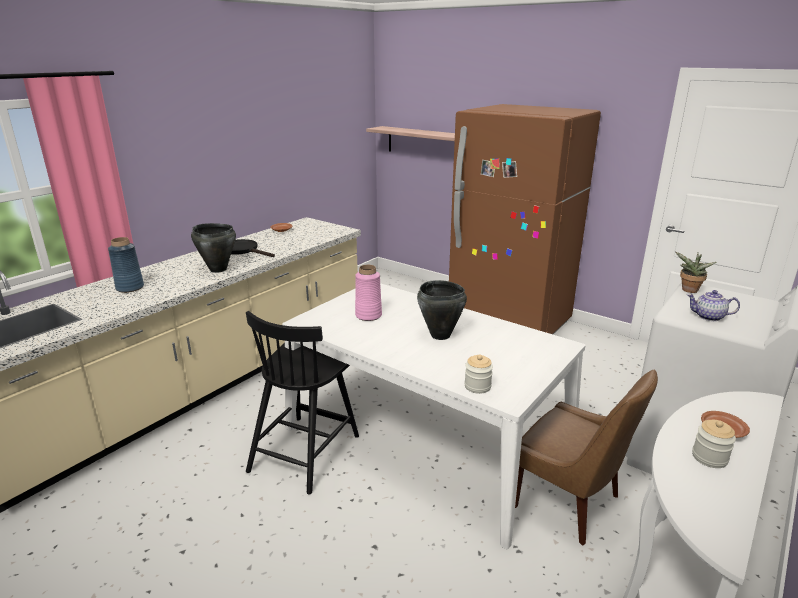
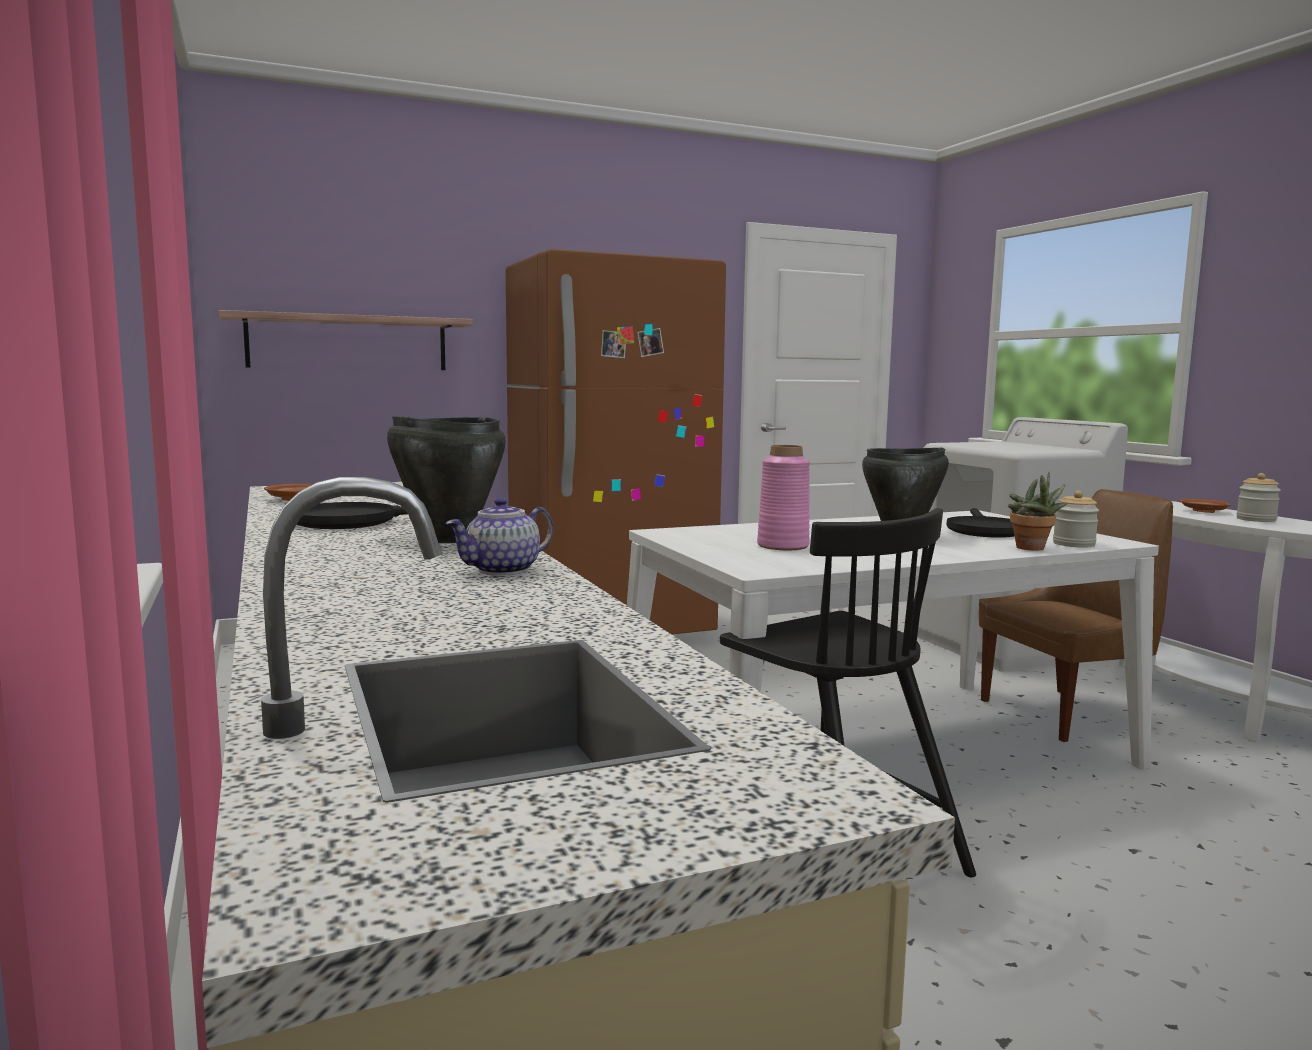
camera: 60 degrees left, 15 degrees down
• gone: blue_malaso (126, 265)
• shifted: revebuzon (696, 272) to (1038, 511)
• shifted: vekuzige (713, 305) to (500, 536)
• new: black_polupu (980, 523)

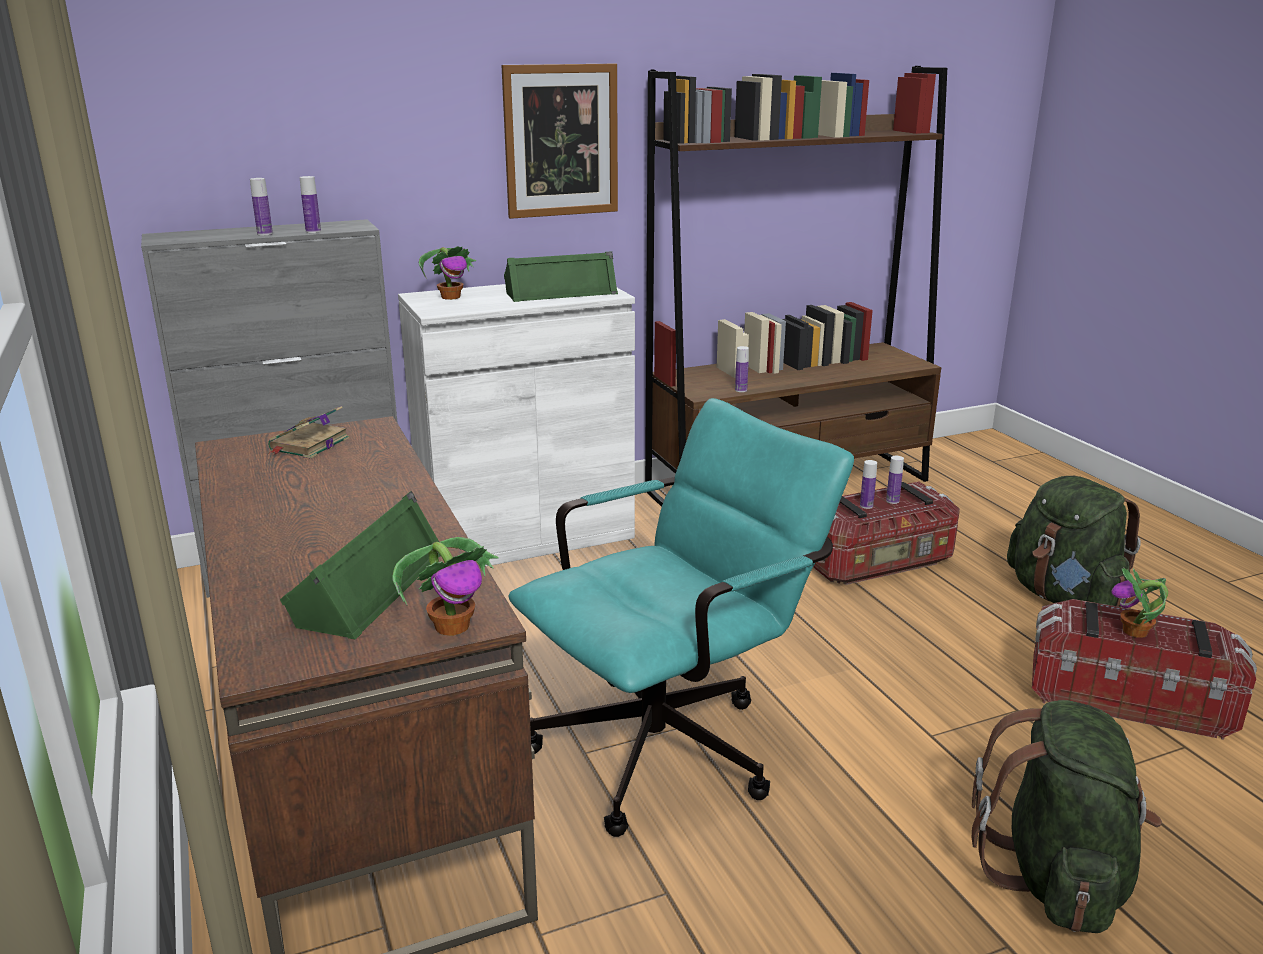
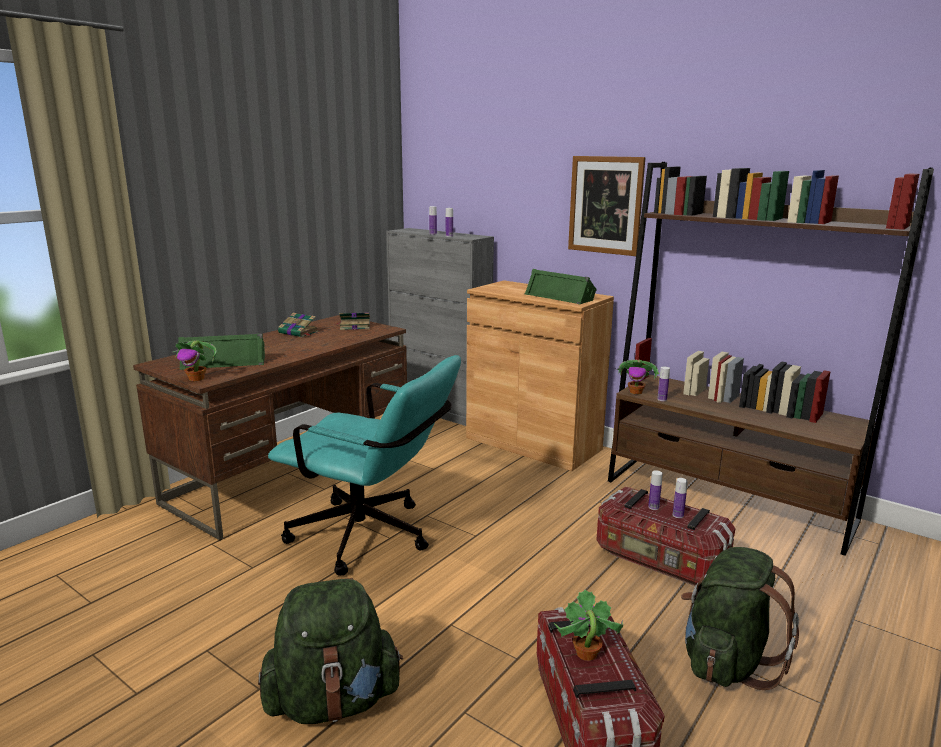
camera: 60 degrees right, 5 degrees down
• shifted: revebuzon (448, 273) to (637, 377)
• repainted: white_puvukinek (516, 425) to brown_puvukinek (540, 375)
• new: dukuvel (298, 325)

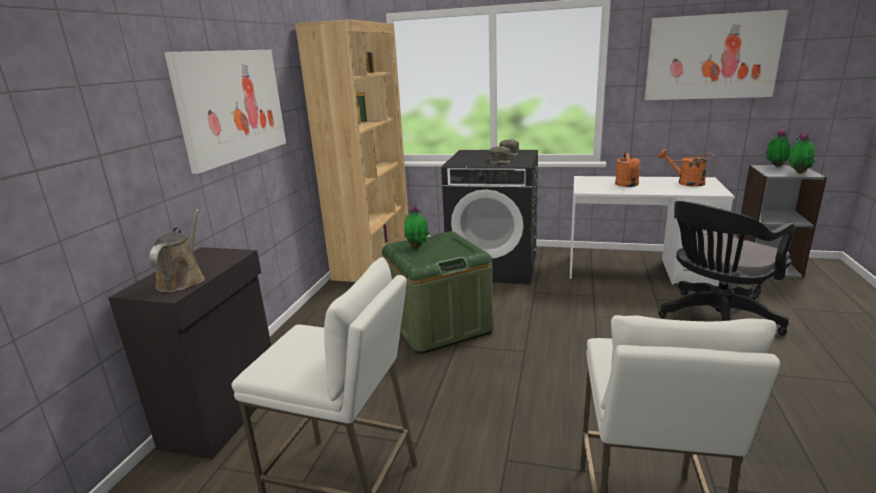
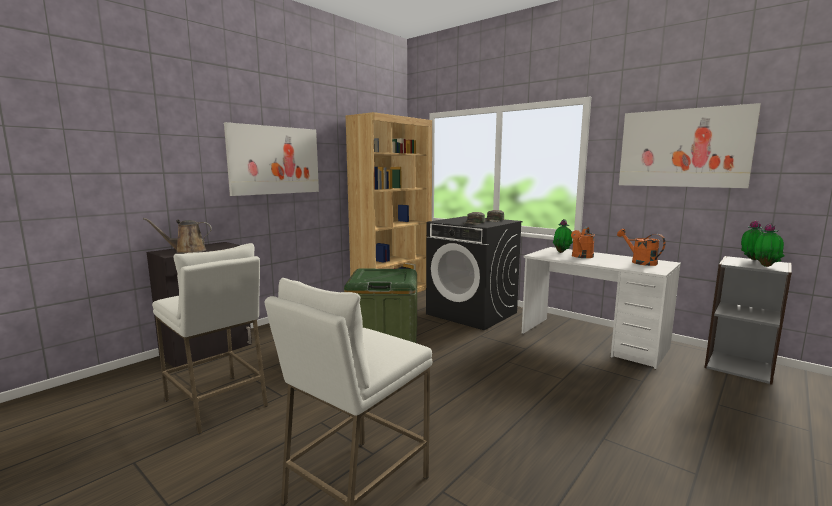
camera: 25 degrees right, 10 degrees down
• gone: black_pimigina (726, 268)
• shifted: revebuzon (417, 226) to (563, 236)
• rotated: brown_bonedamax (177, 250) = (177, 235) 135 degrees counterclockwise

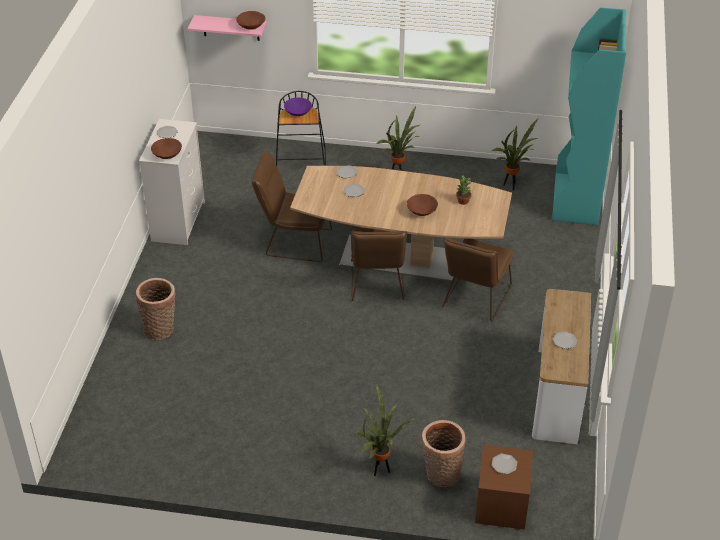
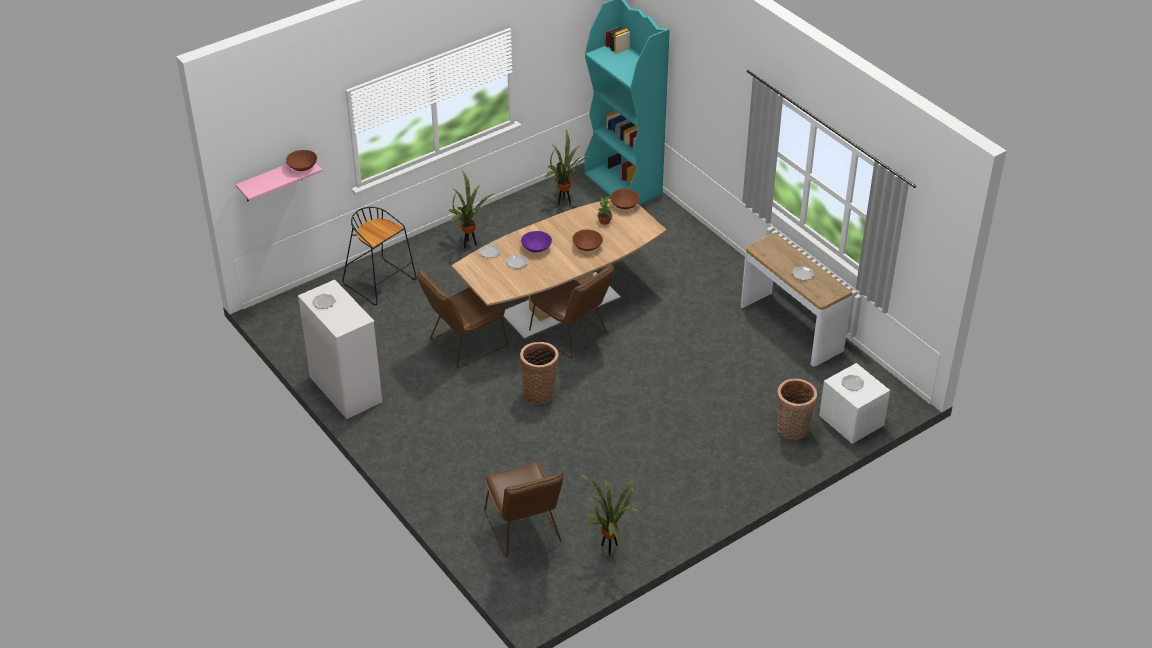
camera: 45 degrees left, 0 degrees up
• shifted: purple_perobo (298, 106) to (536, 242)
• shifted: brown_perobo (166, 148) to (625, 199)
• shifted: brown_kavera (478, 279) to (524, 509)
• shifted: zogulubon (156, 309) to (539, 373)
• shifted: revebuzon (387, 430) to (610, 515)
• repainted: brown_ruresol (504, 487) to white_ruresol (854, 403)

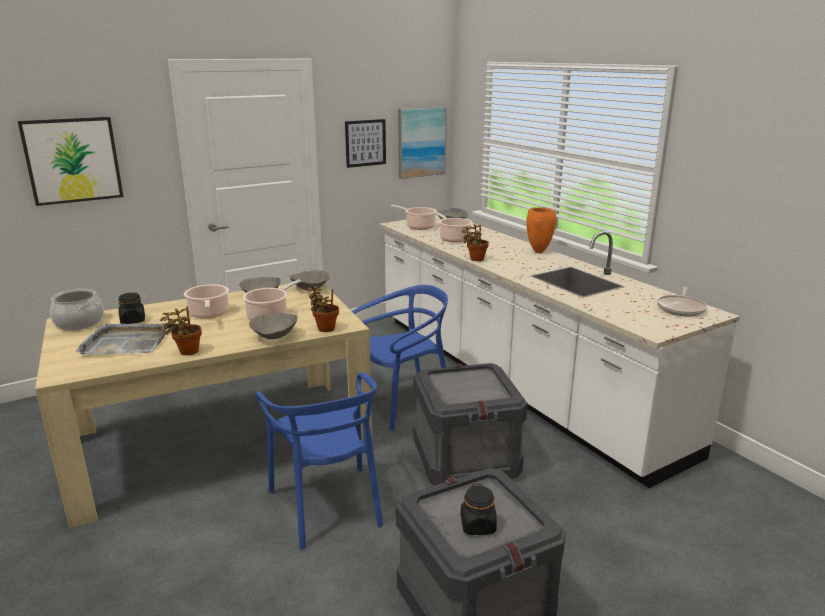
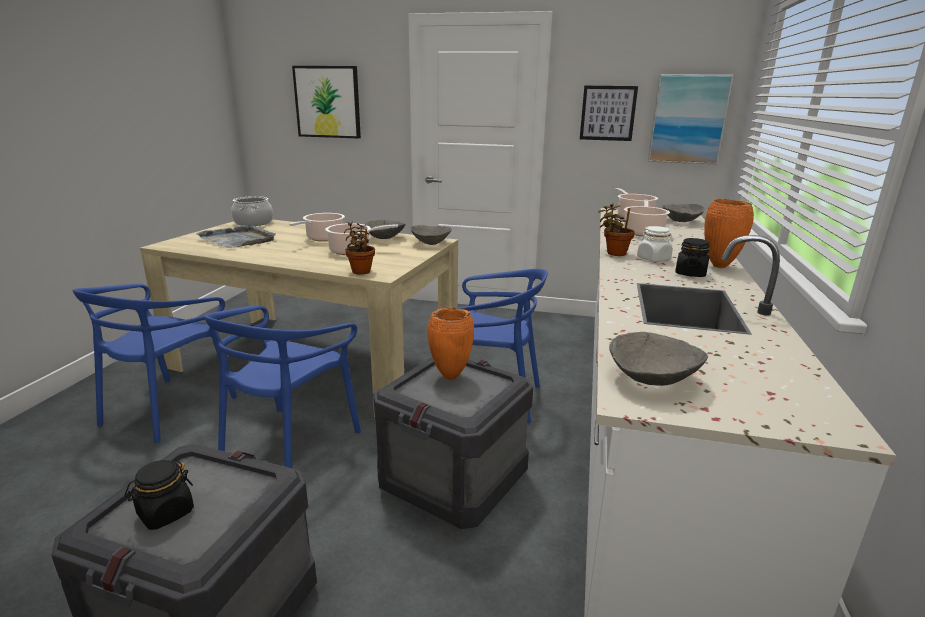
camera: 45 degrees right, 0 degrees up
• gone: polupu (682, 301)
• shifted: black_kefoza (131, 308) to (692, 257)
• gone: revebuzon (181, 331)
• shifted: grey_perobo (273, 326) to (658, 359)
• new: white_kefoza (655, 244)
• new: blue_kavera (155, 363)
• new: orange_malaso (450, 344)

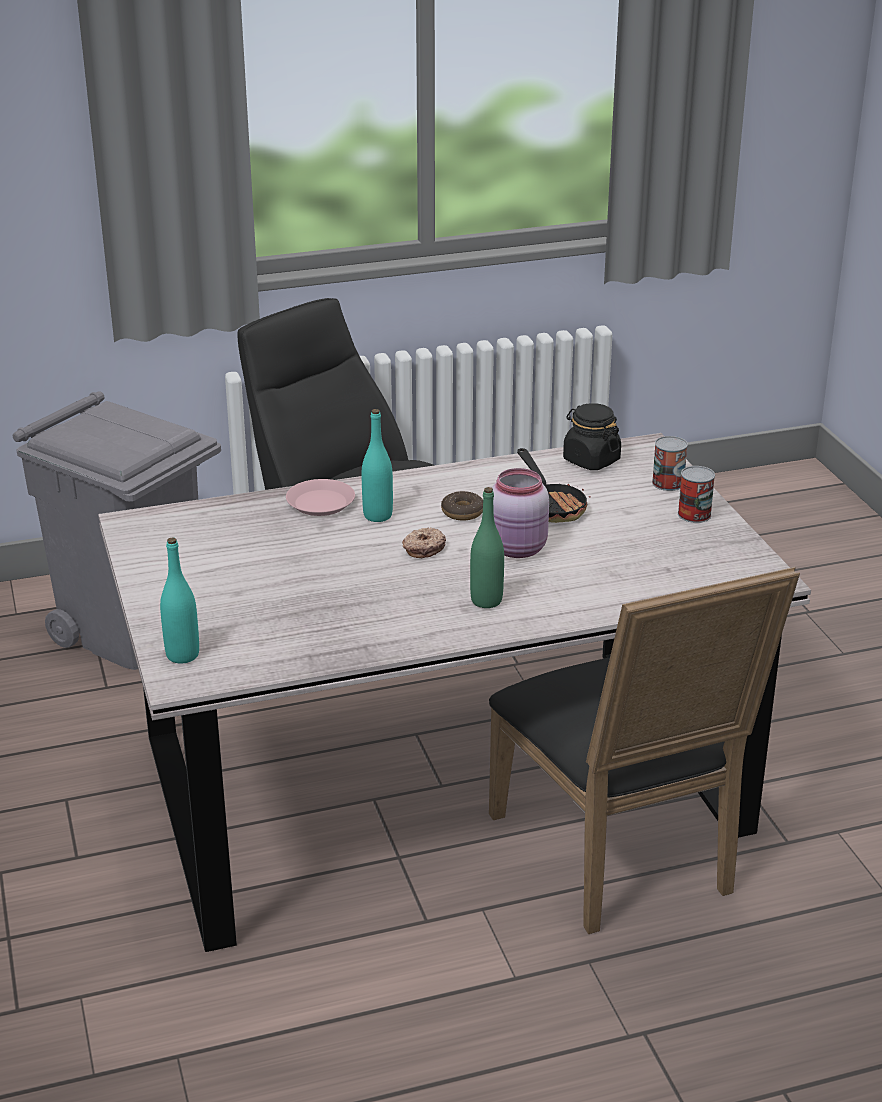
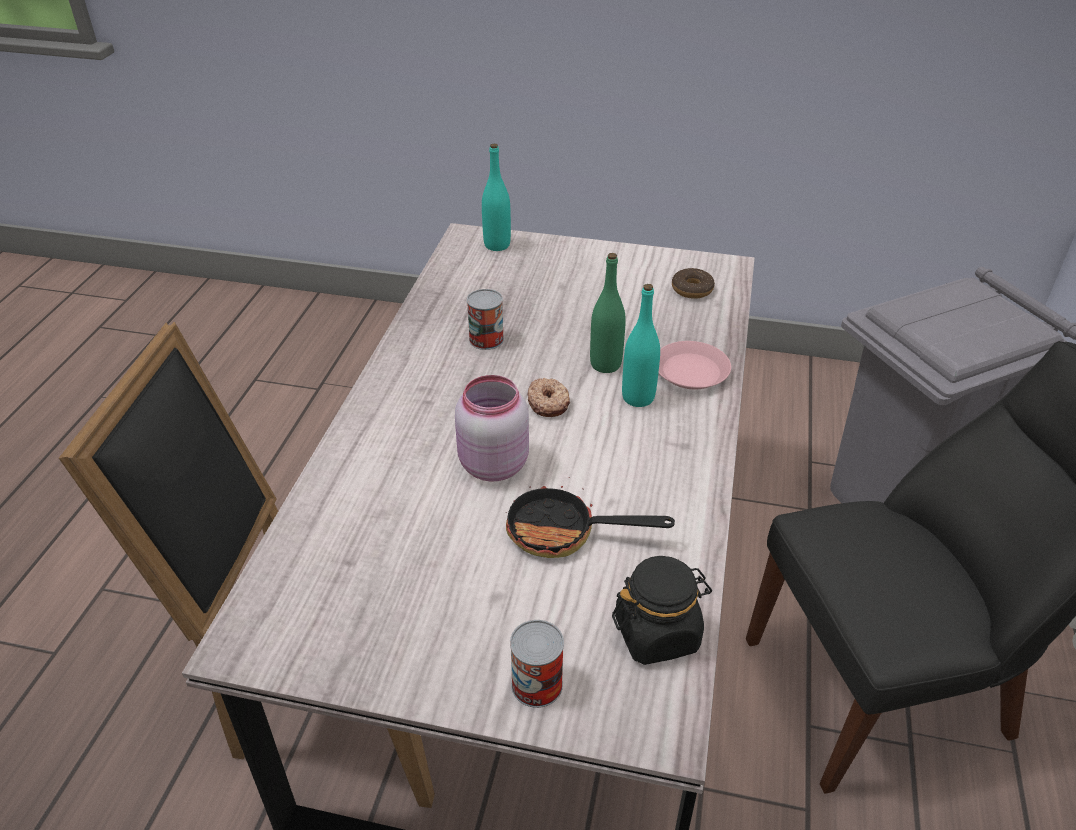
camera: 120 degrees right, 10 degrees up
• shifted: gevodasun (696, 494) to (485, 319)
• shifted: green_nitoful (487, 547) to (608, 313)
• shifted: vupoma (462, 505) to (693, 283)

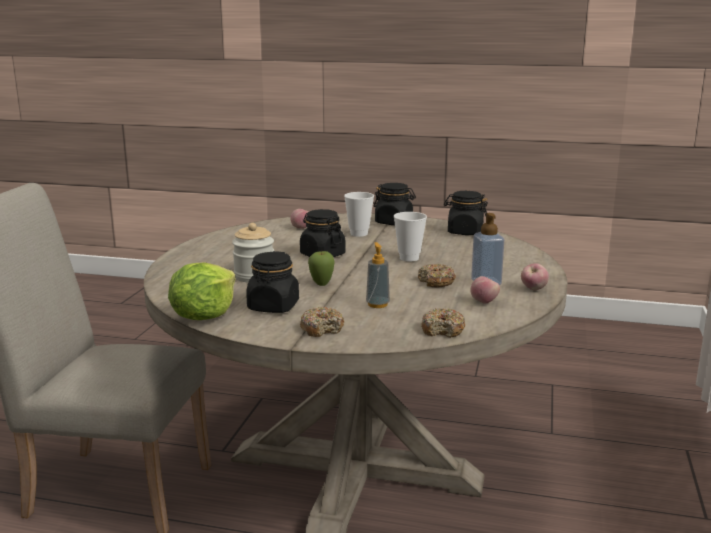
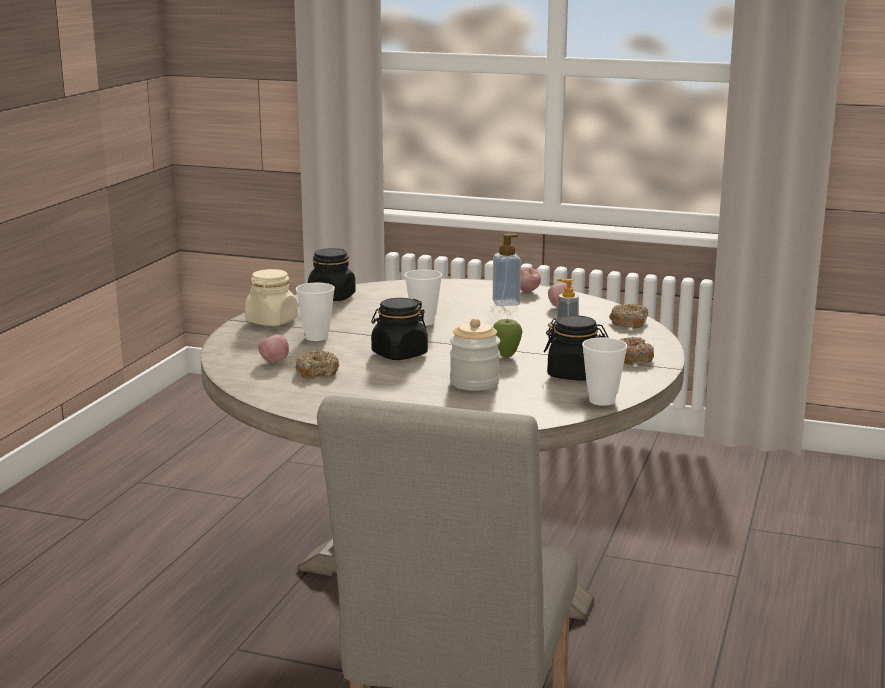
camera: 85 degrees left, 0 degrees up
• repainted: black_kefoza (394, 204) to beige_kefoza (271, 297)
• swapped: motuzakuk (202, 291) to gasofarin (604, 371)
• shifted: vupoma (437, 275) to (317, 364)

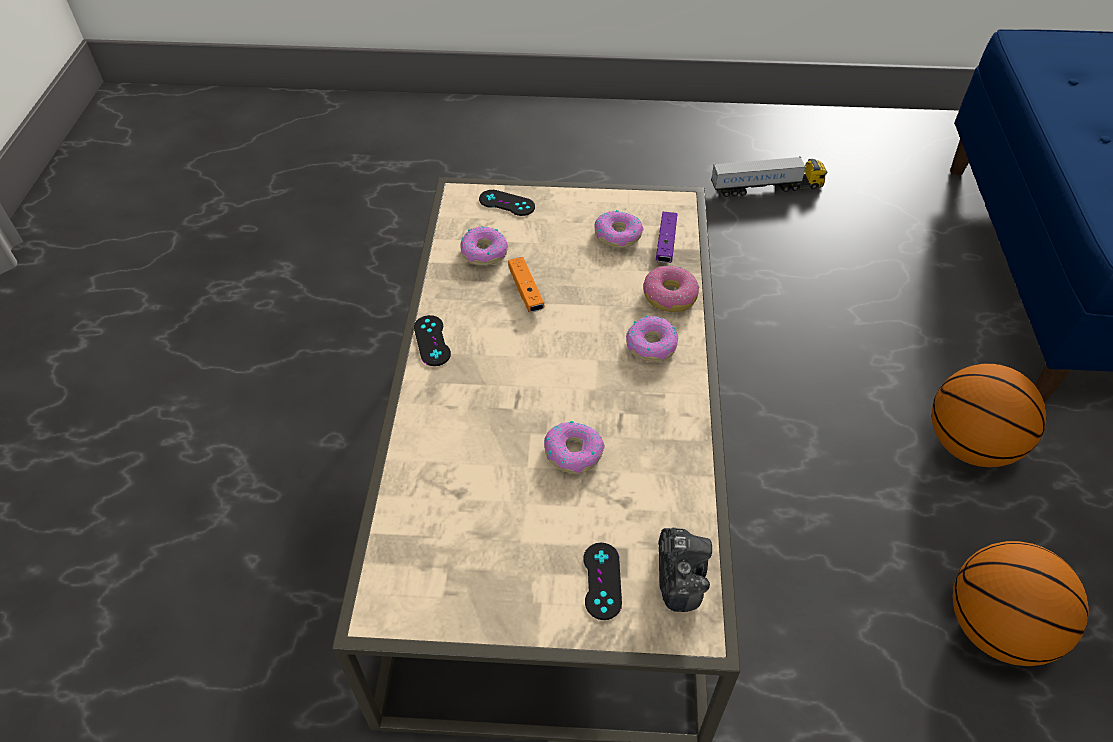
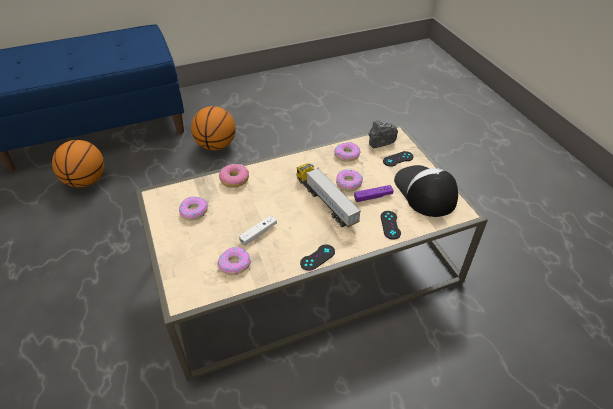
camera: 115 degrees left, 5 degrees down
• shifted: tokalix (769, 176) to (328, 195)
• shifted: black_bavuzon (507, 203) to (391, 225)
• shifted: purple_bavuzon (666, 237) to (374, 193)
• repainted: orange_bavuzon (526, 284) to white_bavuzon (258, 230)
• shifted: vupoma (652, 339) to (347, 152)
• shifted: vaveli (1021, 603) to (78, 163)
• new: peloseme (426, 191)

